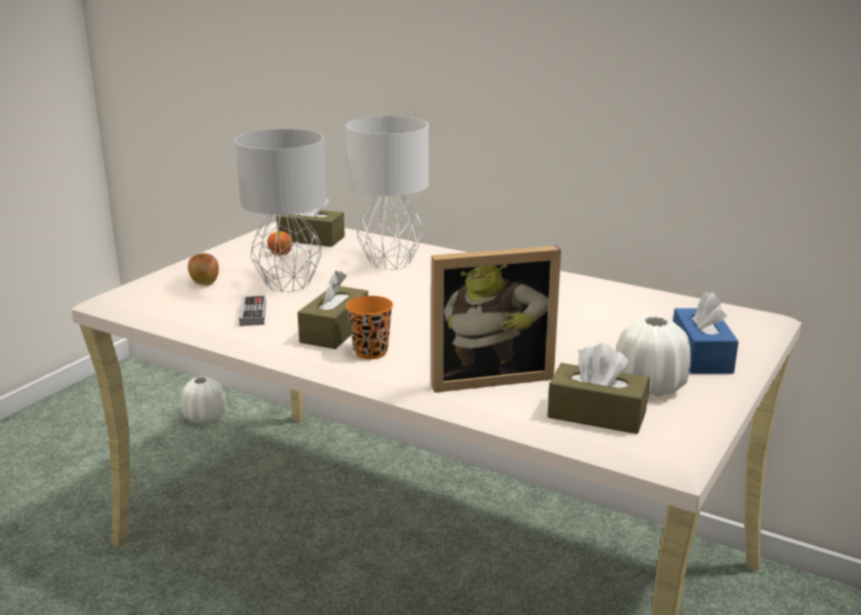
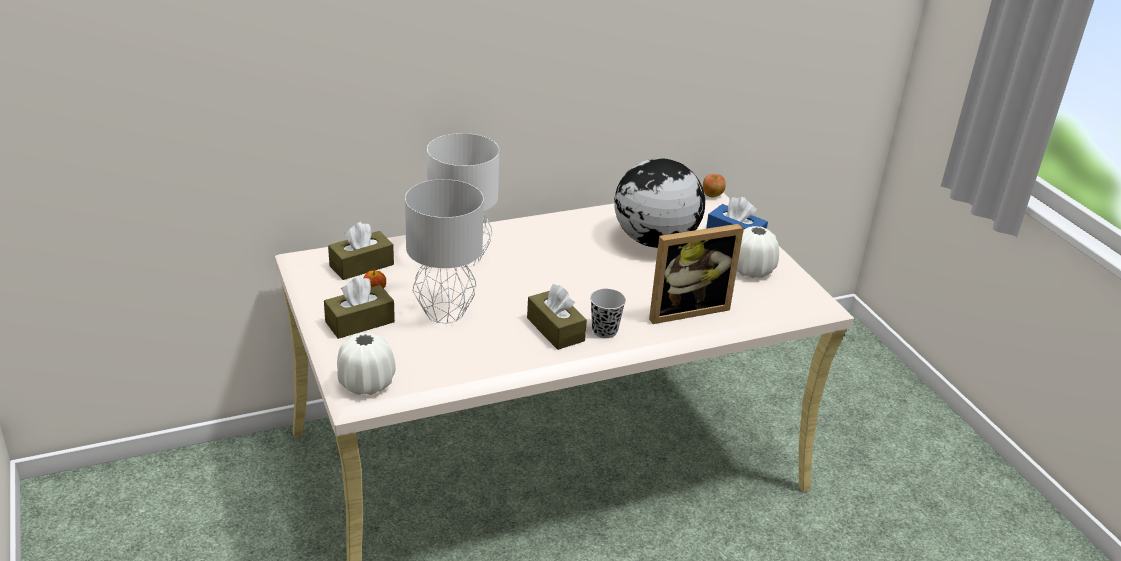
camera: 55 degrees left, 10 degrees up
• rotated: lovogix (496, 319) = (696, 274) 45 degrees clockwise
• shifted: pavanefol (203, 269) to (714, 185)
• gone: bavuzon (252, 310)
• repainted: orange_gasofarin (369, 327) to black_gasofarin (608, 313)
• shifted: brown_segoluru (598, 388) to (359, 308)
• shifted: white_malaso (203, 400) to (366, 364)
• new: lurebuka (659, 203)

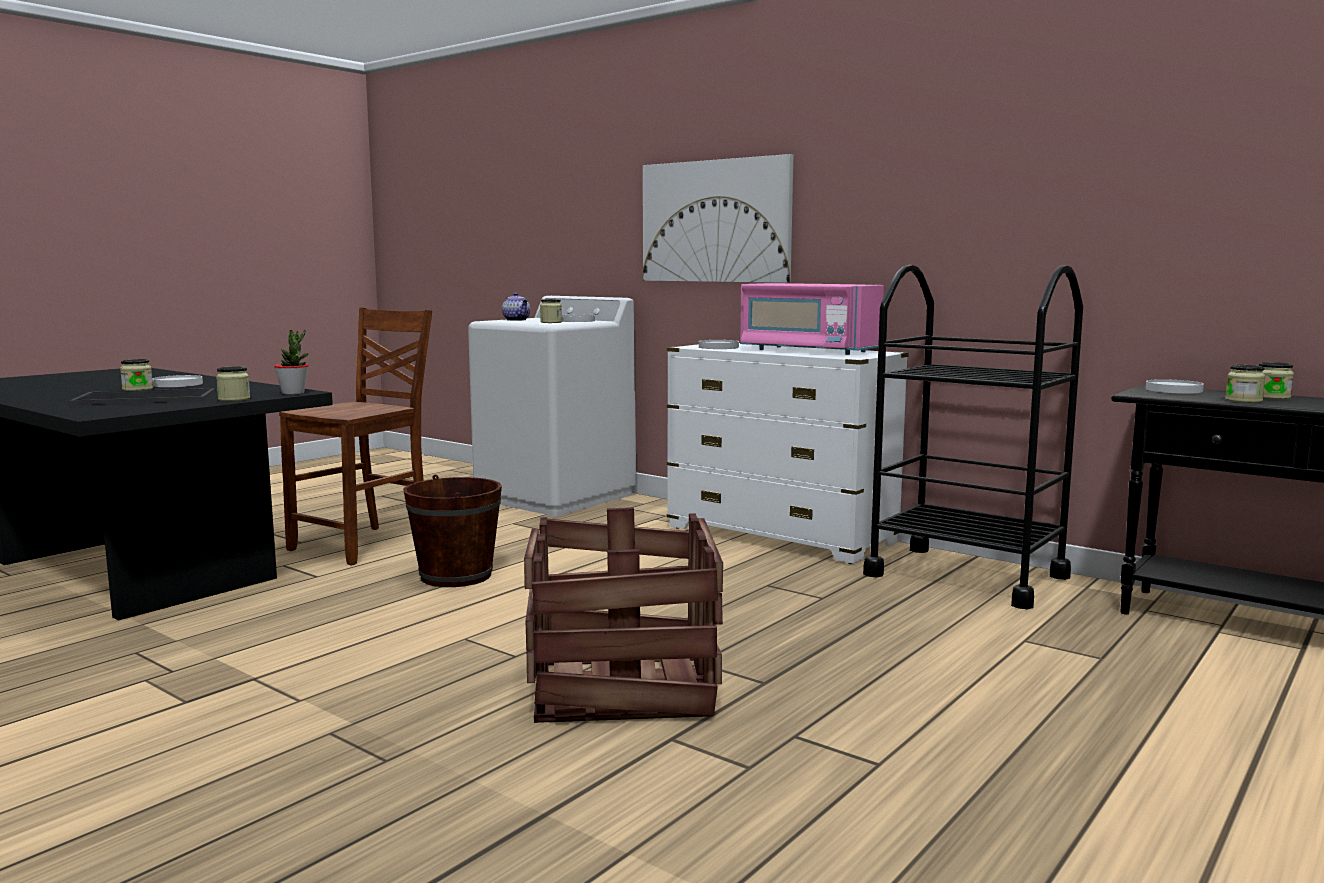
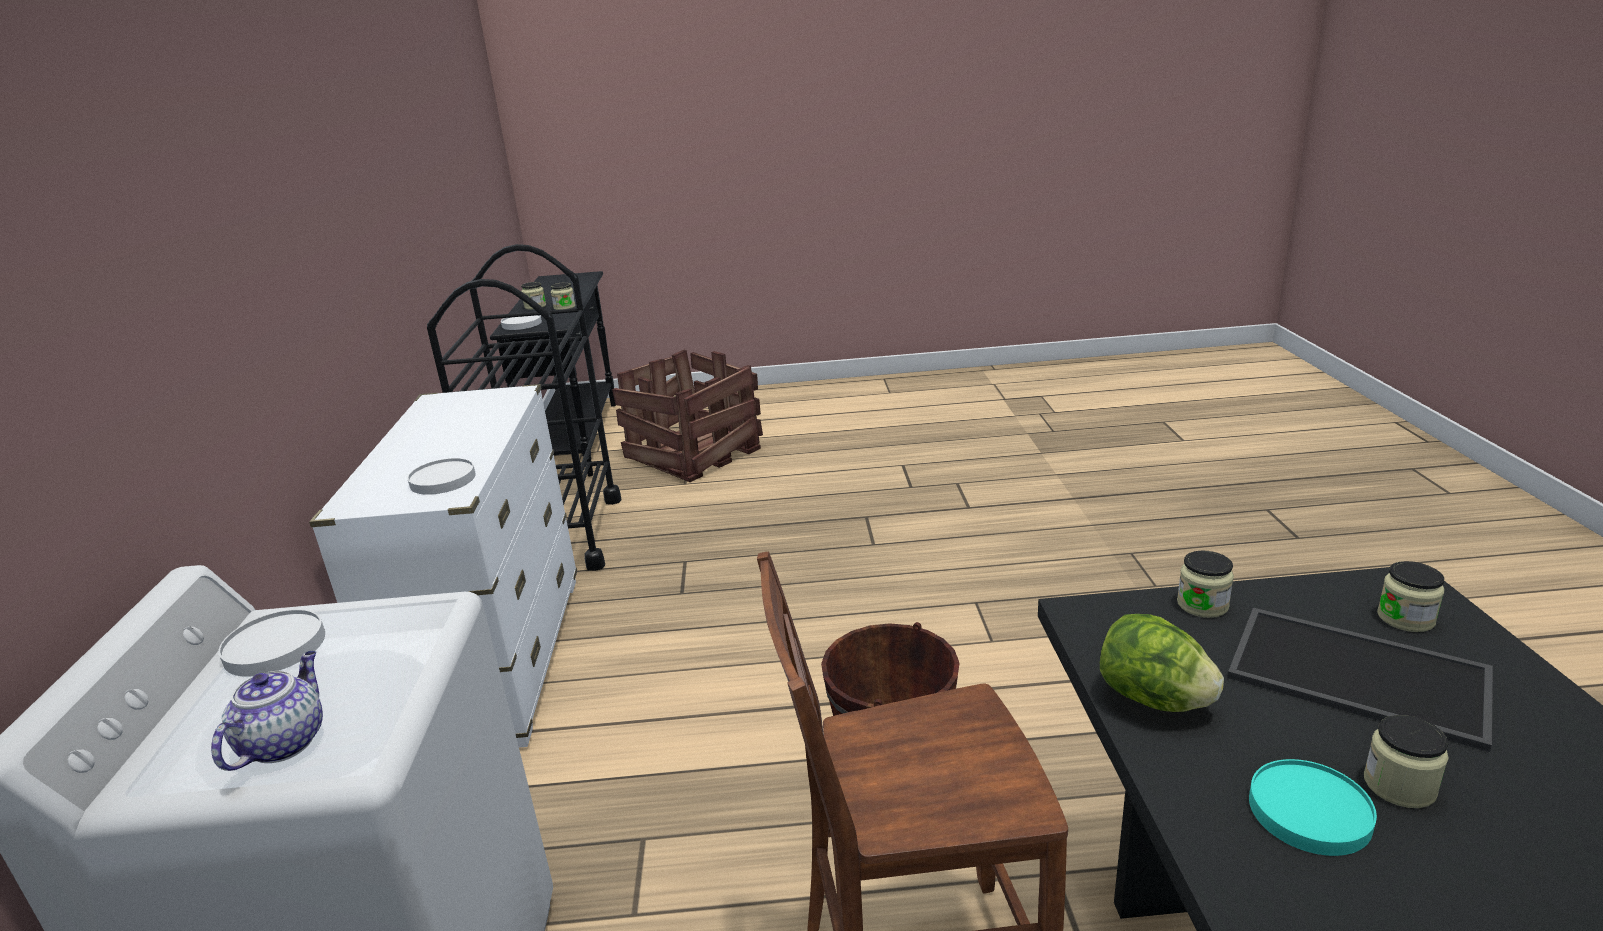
camera: 130 degrees left, 15 degrees up
• gone: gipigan (718, 218)
• gone: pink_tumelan (812, 319)
• shifted: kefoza (551, 311) to (1410, 596)
• gone: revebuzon (291, 362)
• repainted: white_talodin (177, 381) to turquoise_talodin (1313, 807)
• shifted: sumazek (623, 615) to (687, 416)
• new: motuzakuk (1162, 663)

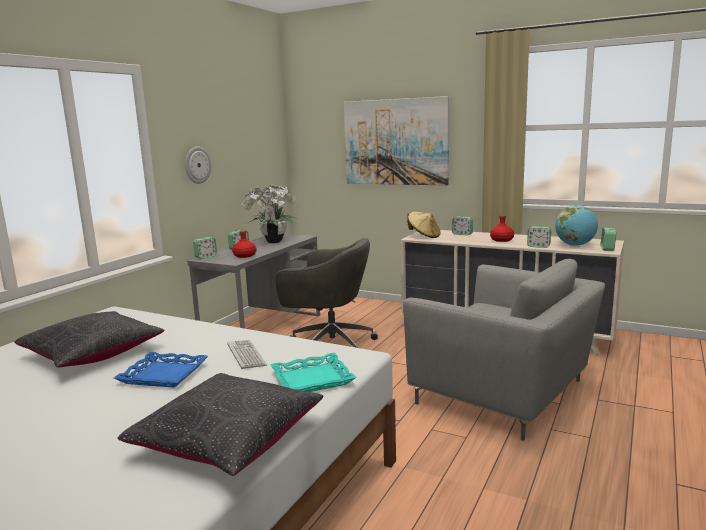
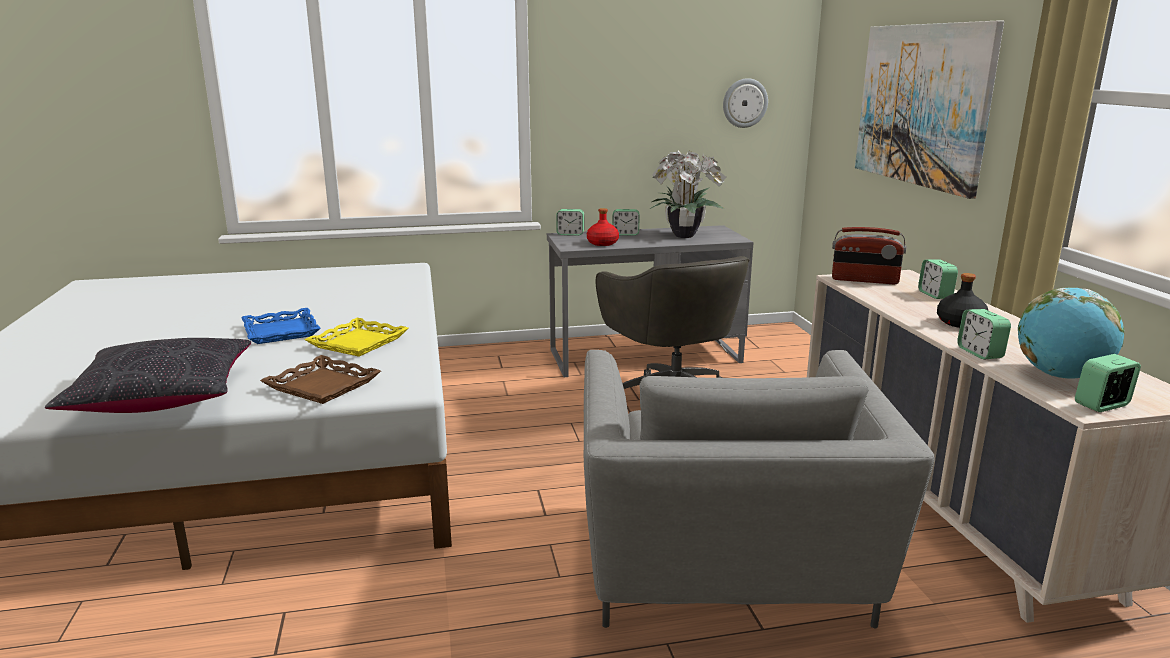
camera: 50 degrees right, 5 degrees up
• shifted: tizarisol (198, 165) to (745, 103)
• swapped: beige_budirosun (423, 225) to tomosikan (869, 256)
• repainted: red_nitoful (502, 228) to black_nitoful (962, 300)
• gone: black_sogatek (89, 339)
• swapped: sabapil (247, 354) to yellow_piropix (357, 337)
• repainted: turquoise_piropix (314, 372) to brown_piropix (320, 379)

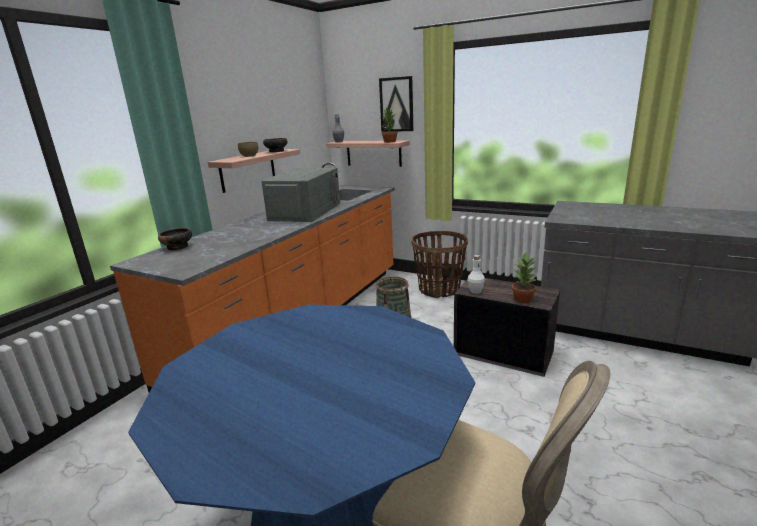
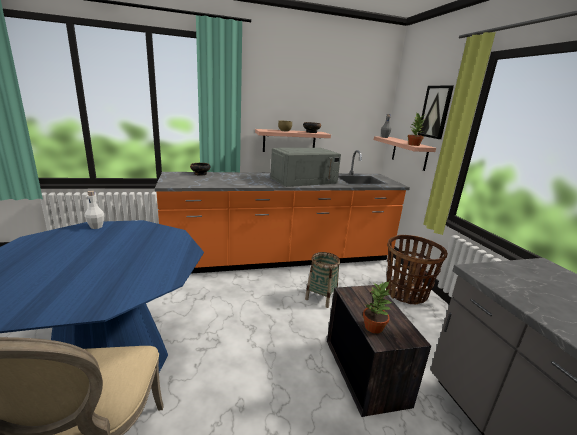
camera: 45 degrees right, 0 degrees up
• shifted: white_nitoful (476, 274) to (94, 210)

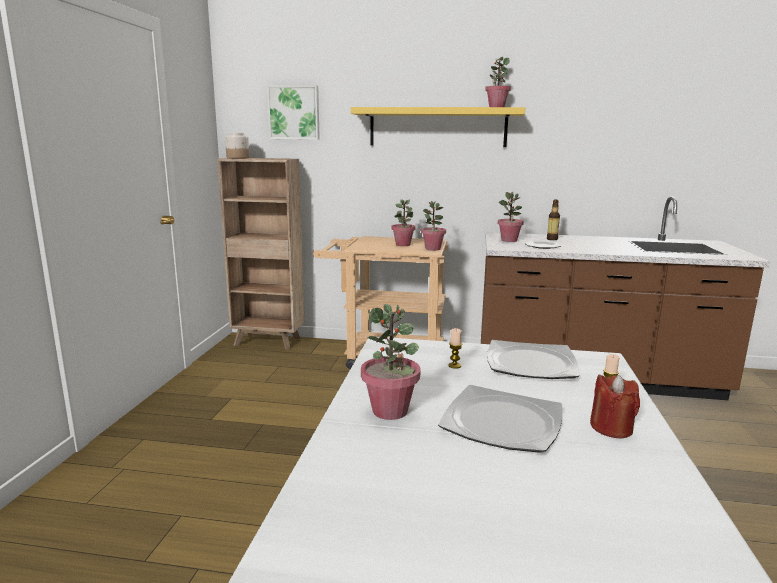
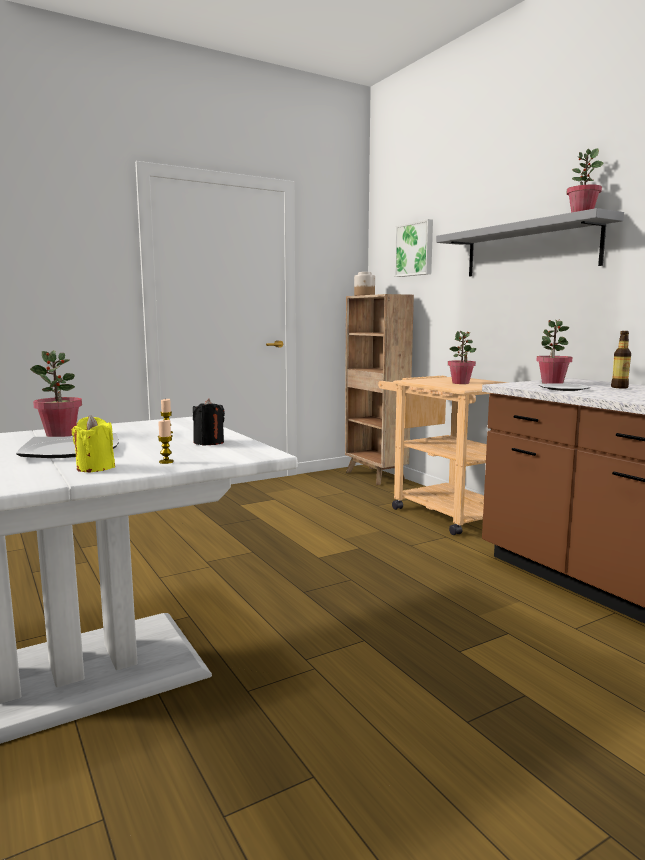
camera: 50 degrees right, 5 degrees down
• repainted: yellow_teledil (438, 127) to grey_teledil (530, 242)
• gone: revebuzon (433, 226)
• swapped: talodin (533, 359) to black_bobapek (209, 422)
• repainted: red_bobapek (615, 406) to yellow_bobapek (93, 443)

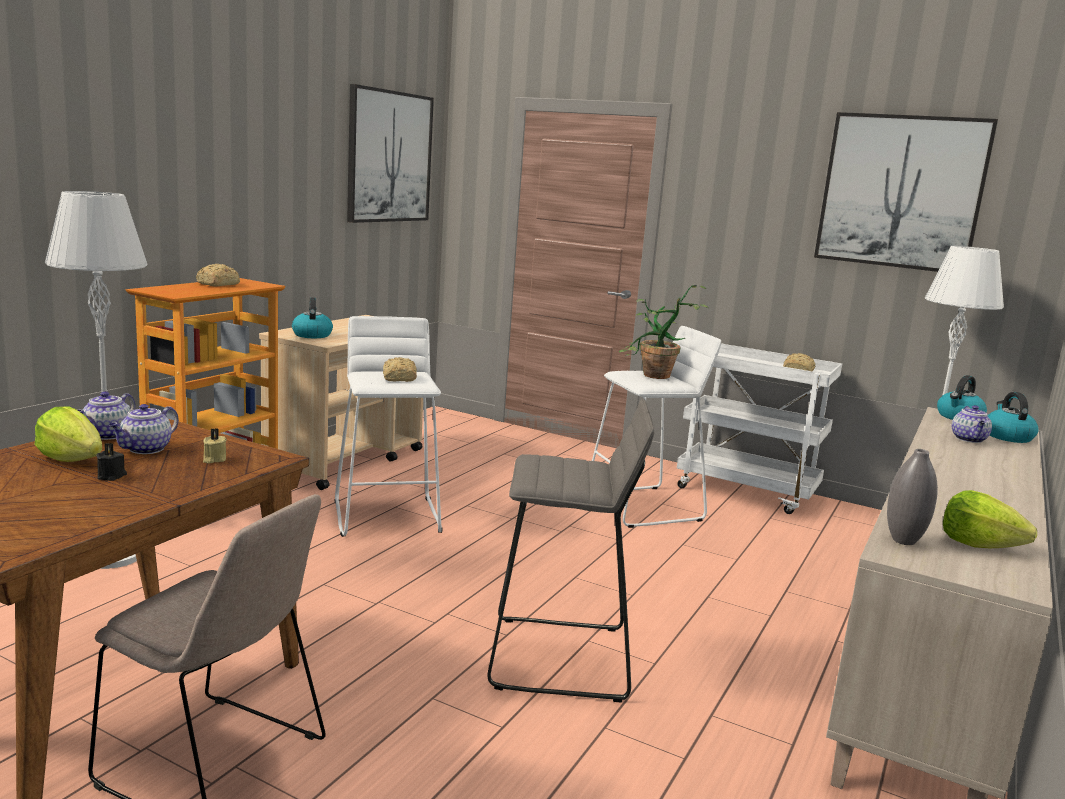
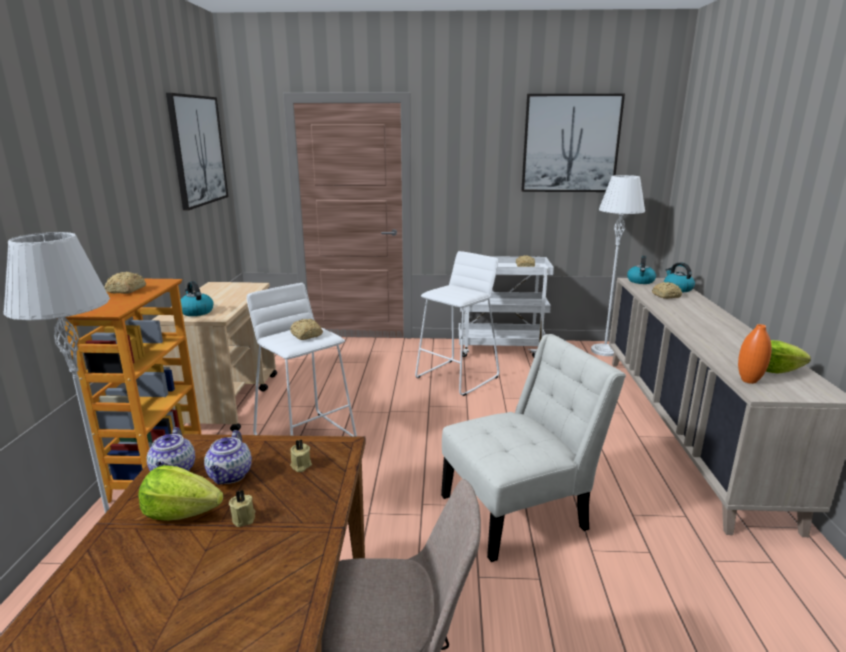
camera: 25 degrees left, 5 degrees up
• gone: revebuzon (663, 332)
• swapped: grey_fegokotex (570, 551) to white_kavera (533, 448)
• swapped: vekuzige (972, 424) to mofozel (667, 290)
• repainted: black_bobapek (111, 462) to beige_bobapek (242, 508)
• repainted: grey_malaso (912, 497) to orange_malaso (755, 354)

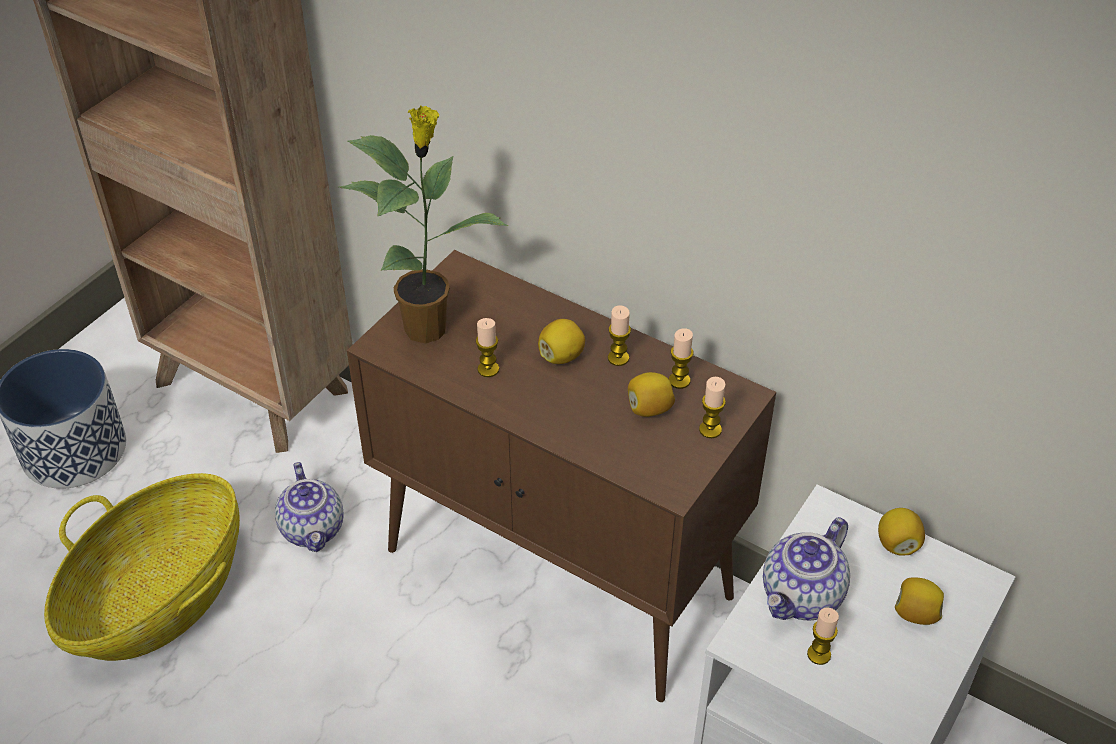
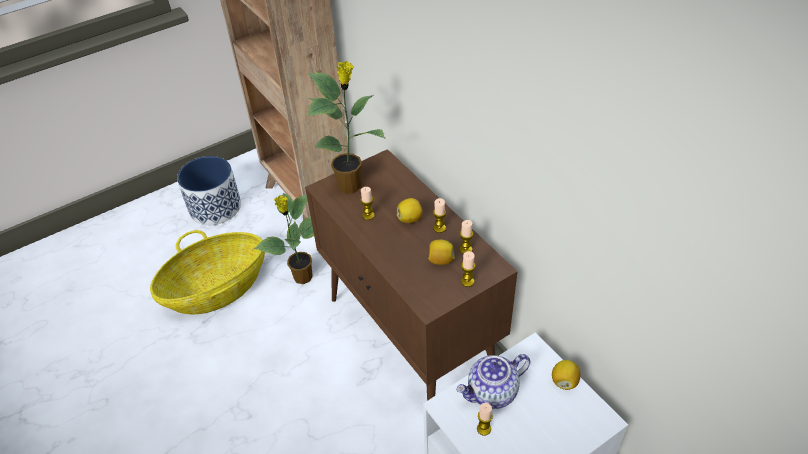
camera: 25 degrees right, 0 degrees up
• swapped: vekuzige (309, 507) to revebuzon (284, 238)
• gone: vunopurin (919, 601)

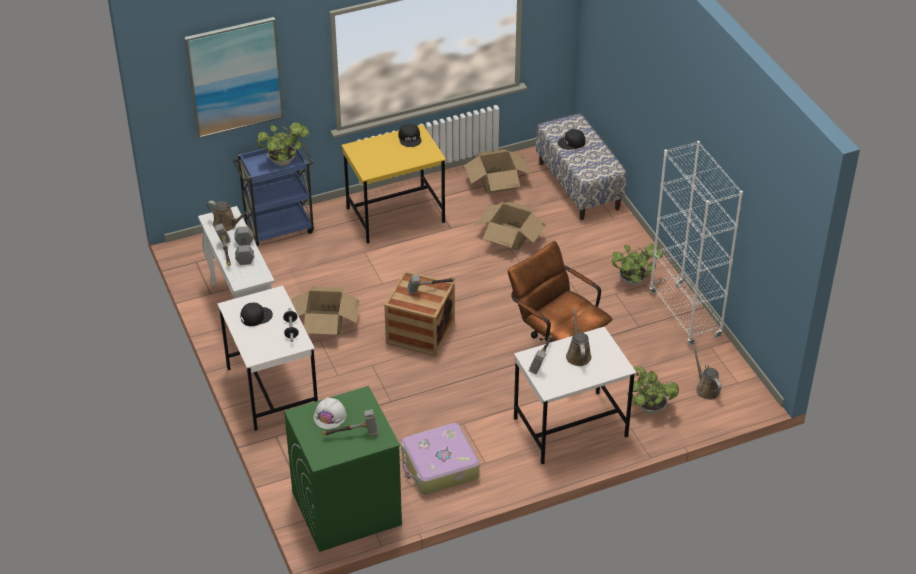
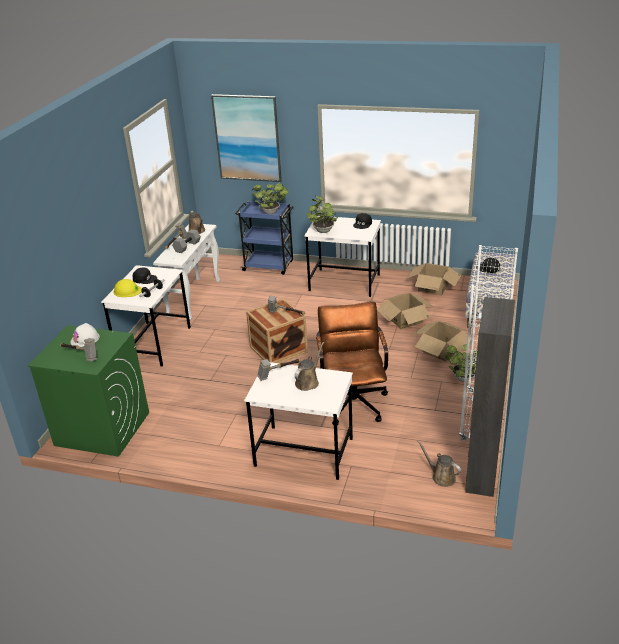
camera: 40 degrees right, 10 degrees down
• repainted: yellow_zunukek (394, 183) to white_zunukek (342, 256)
• shifted: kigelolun (326, 310) to (441, 341)
• rotated: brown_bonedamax (707, 373) = (439, 464) 60 degrees counterclockwise
• shifted: revebuzon (653, 390) to (322, 214)
• gone: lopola (440, 459)
• new: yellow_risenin (127, 288)
• new: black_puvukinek (490, 397)

